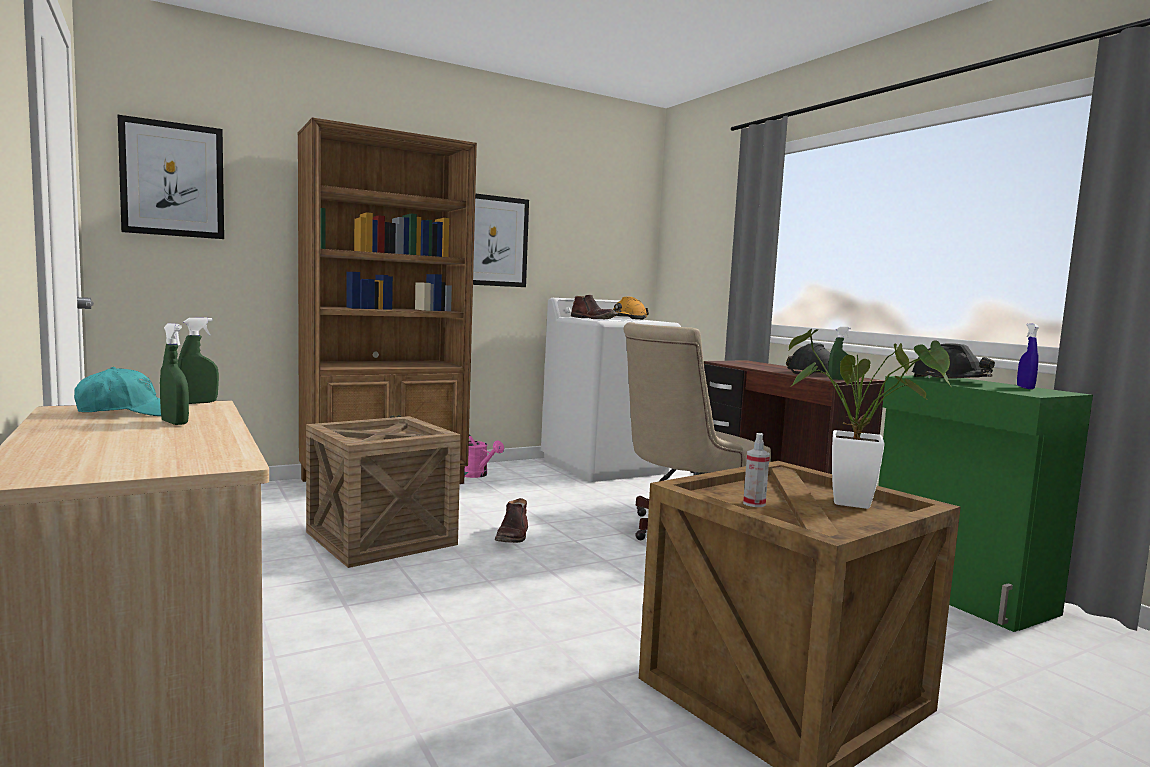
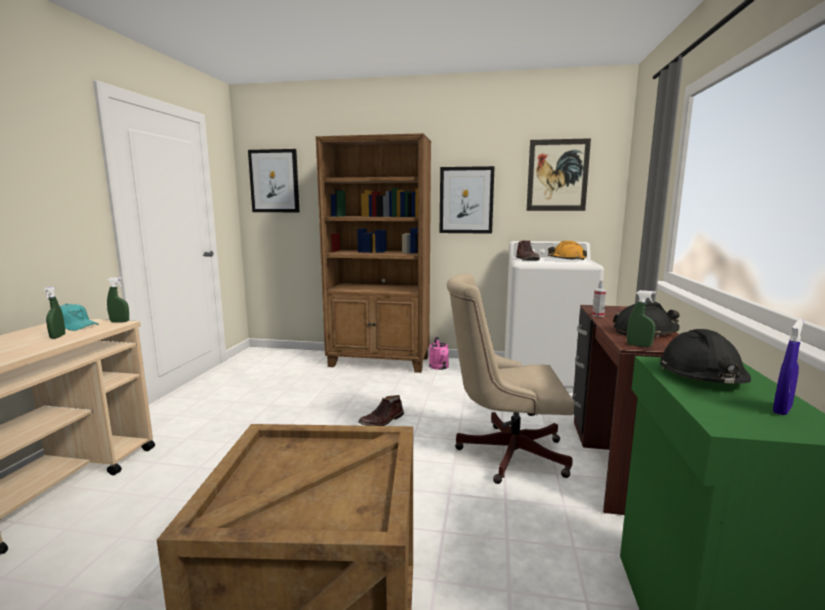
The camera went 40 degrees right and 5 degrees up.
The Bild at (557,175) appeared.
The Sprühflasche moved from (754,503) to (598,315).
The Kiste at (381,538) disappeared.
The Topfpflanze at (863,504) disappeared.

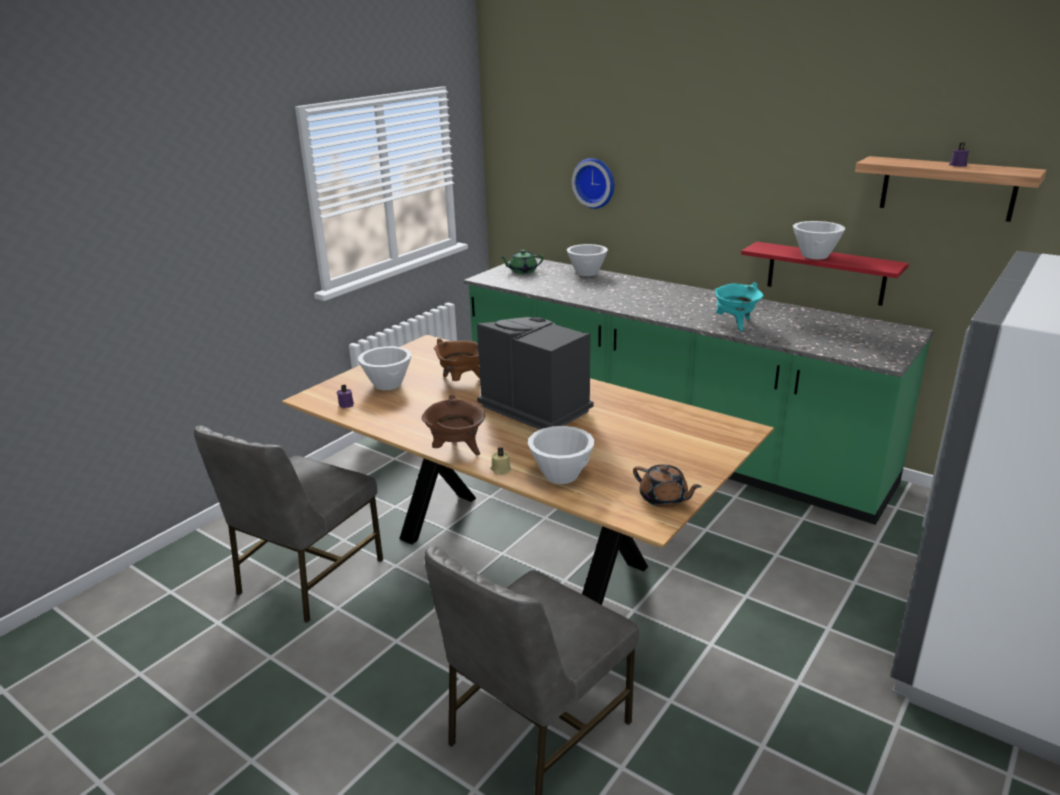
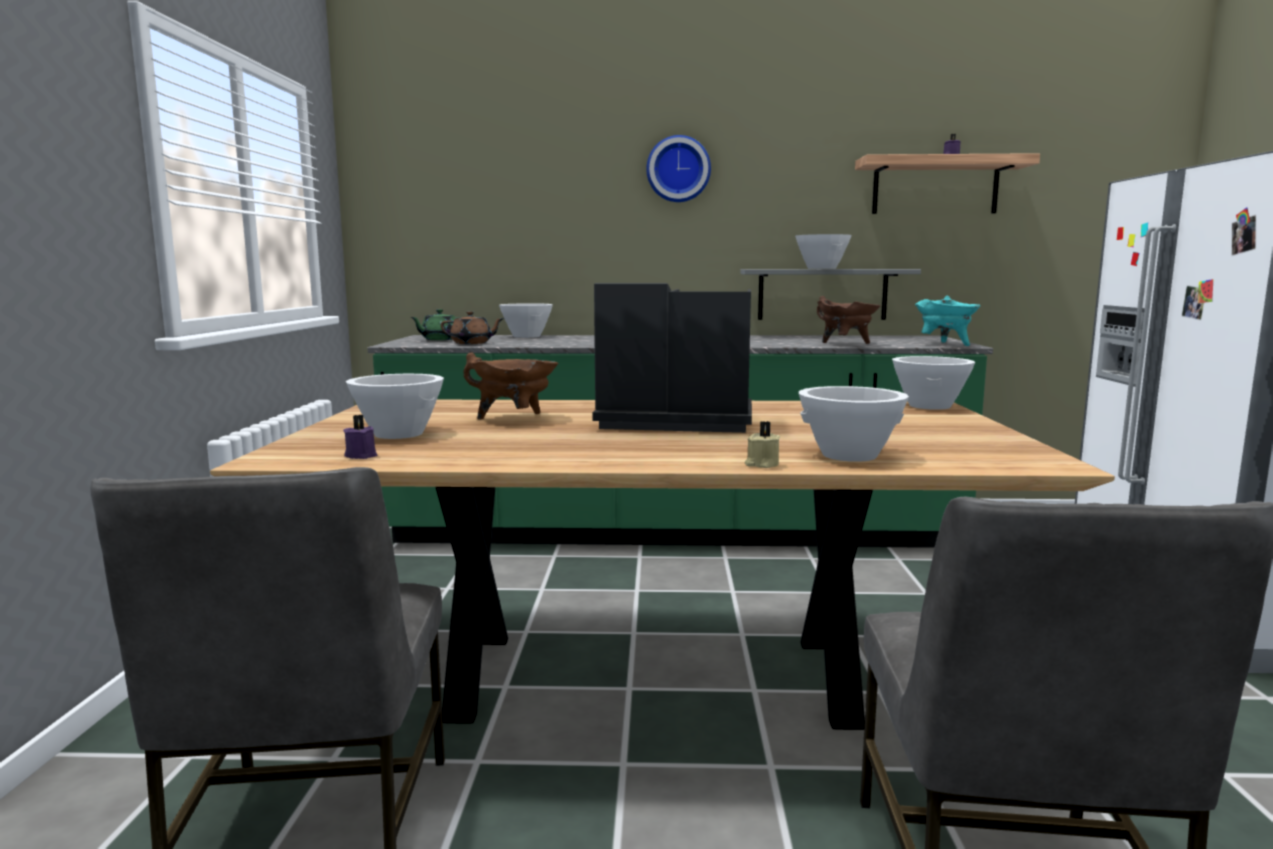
The camera went 35 degrees left and 15 degrees down.
The Teekanne (braun) moved from (664,499) to (472,343).
The Wanduhr moved from (595,182) to (678,169).
The Wandregal (rot) at (825,273) became the Wandregal (grau) at (822,294).
The Kochtopf (braun) moved from (457,450) to (845,344).
The Schüssel (weiß) at (930,406) appeared.
The Kochtopf (türkis) moved from (735,324) to (945,344).

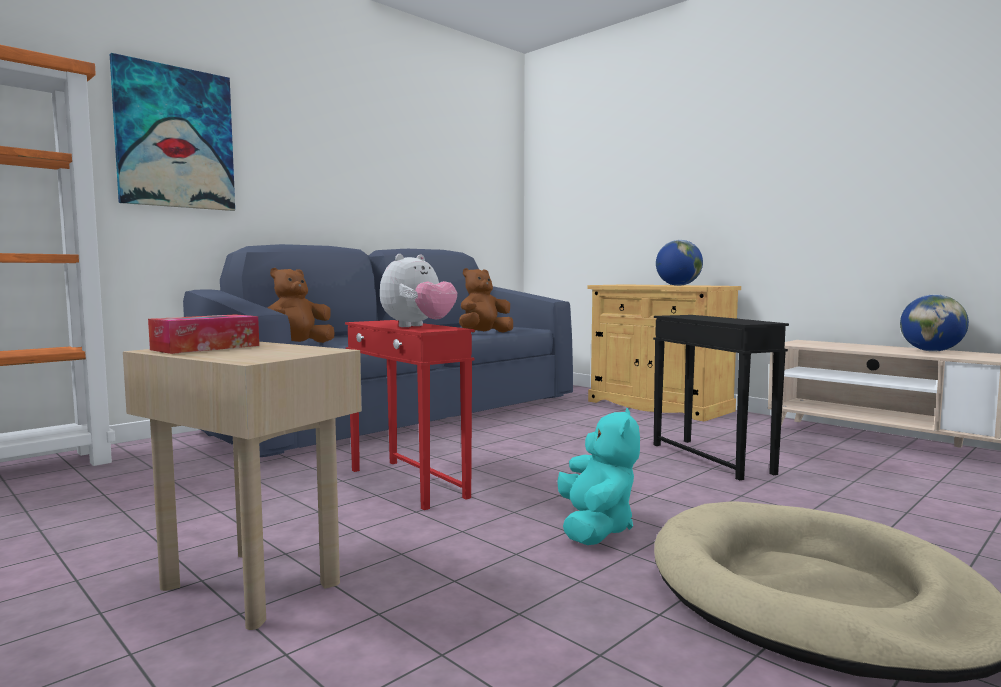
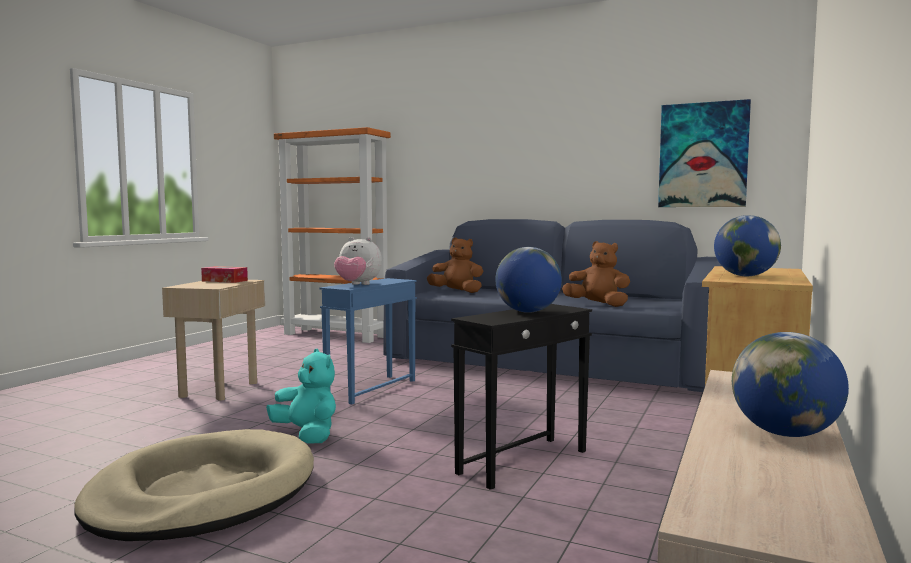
The camera went 70 degrees right and 0 degrees up.
The Plüschtier (türkis) at (595,528) turned 120 degrees counterclockwise.
The Beistelltisch (rot) at (407,483) became the Beistelltisch (blau) at (371,389).
The Globus at (528,312) appeared.
The Bild moved from (175,138) to (703,155).

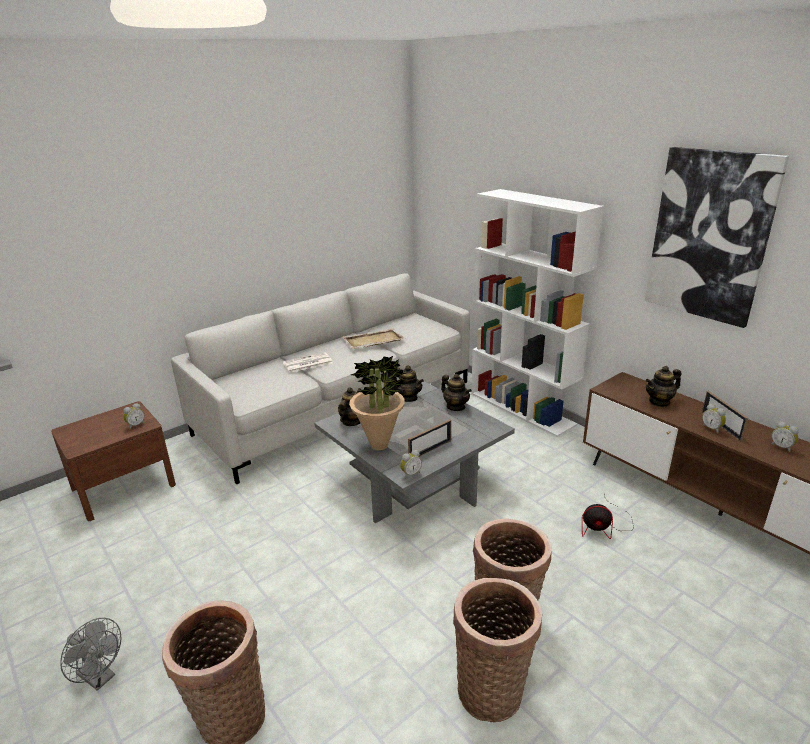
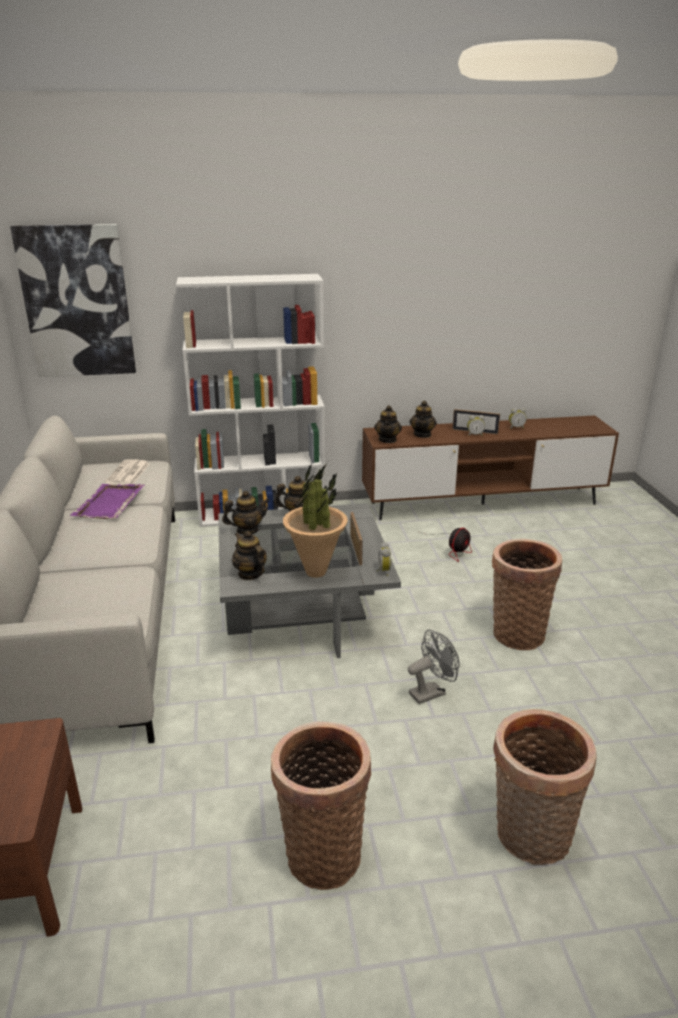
The camera went 60 degrees left and 0 degrees up.
The Bild moved from (710,236) to (77,302).
The Tablett (beige) at (372,340) became the Tablett (lila) at (108,504).
The Zeitung moved from (307,363) to (128,473).
The Korb moved from (492,688) to (322,852).
The Teekanne at (388,440) appeared.
The Ventilator (grau) moved from (100,677) to (431,692).
The Wecker at (136,425) disappeared.

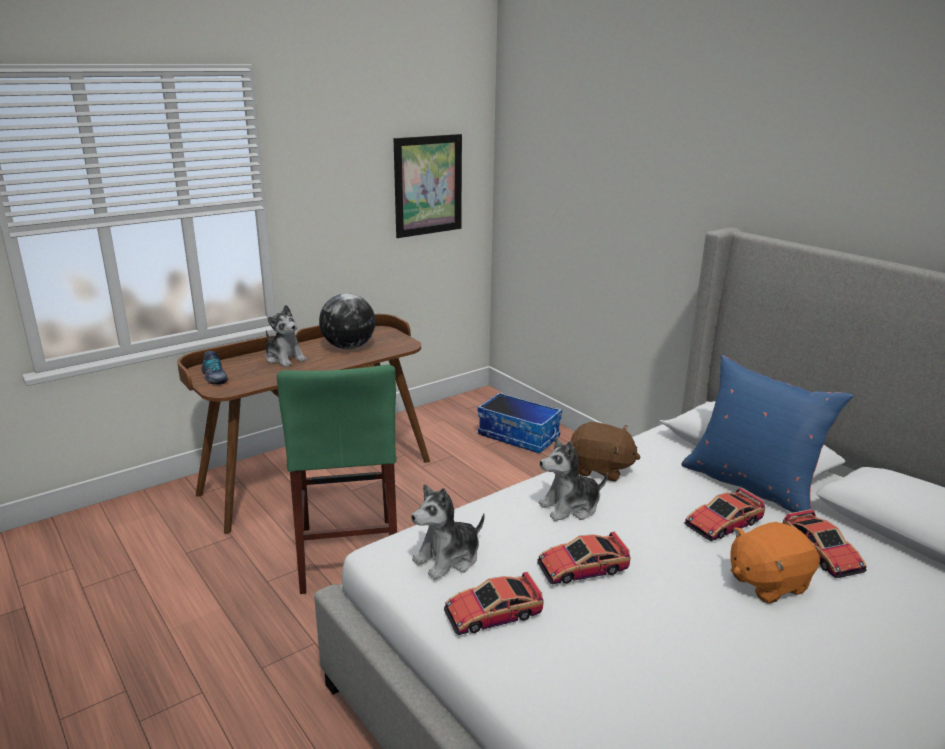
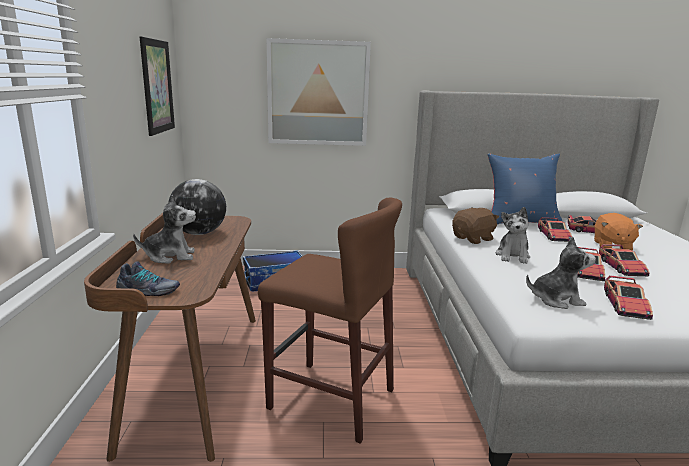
The camera went 55 degrees left and 5 degrees down.
The Hocker (grün) at (348,554) became the Hocker (braun) at (331,399).
The Bild at (318,93) appeared.
The Plüschtier at (448,559) turned 90 degrees counterclockwise.
The Spielzeugauto at (622,267) appeared.

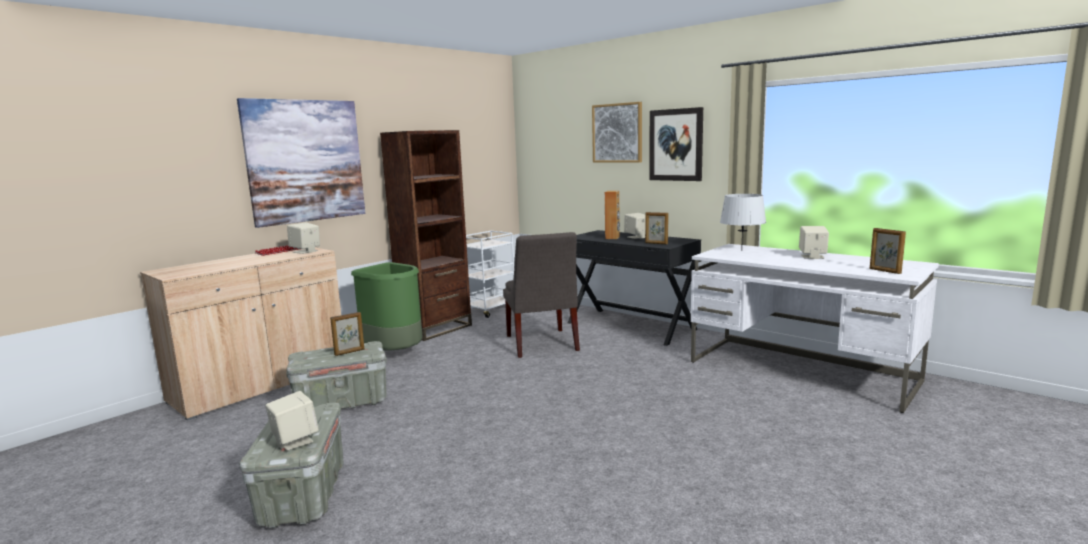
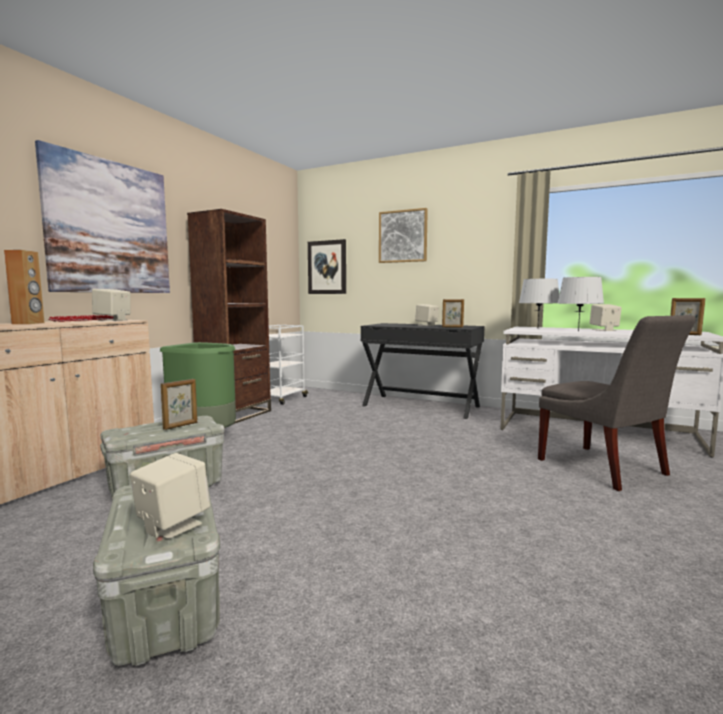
The camera went 15 degrees left and 5 degrees down.
The Lautsprecher (braun) moved from (612,238) to (28,323).
The Bild moved from (676,145) to (327,267).
The Stuhl (grau) moved from (541,344) to (605,469).
The Tischlampe (grau) at (578,331) appeared.

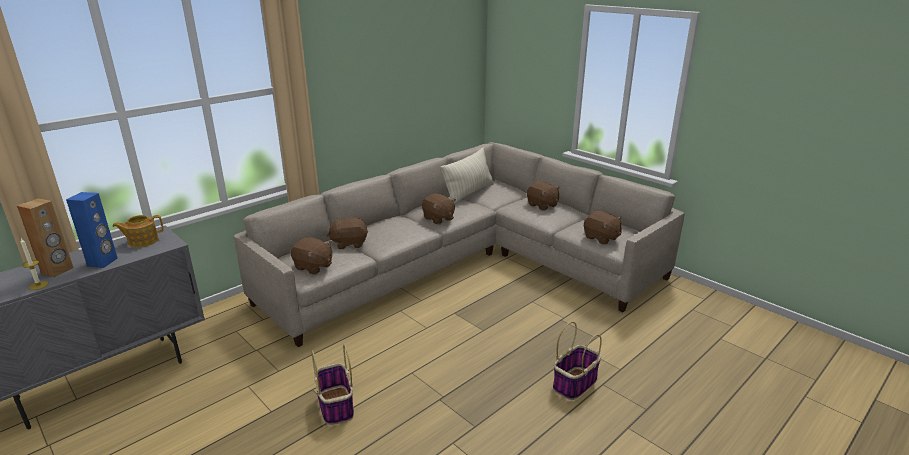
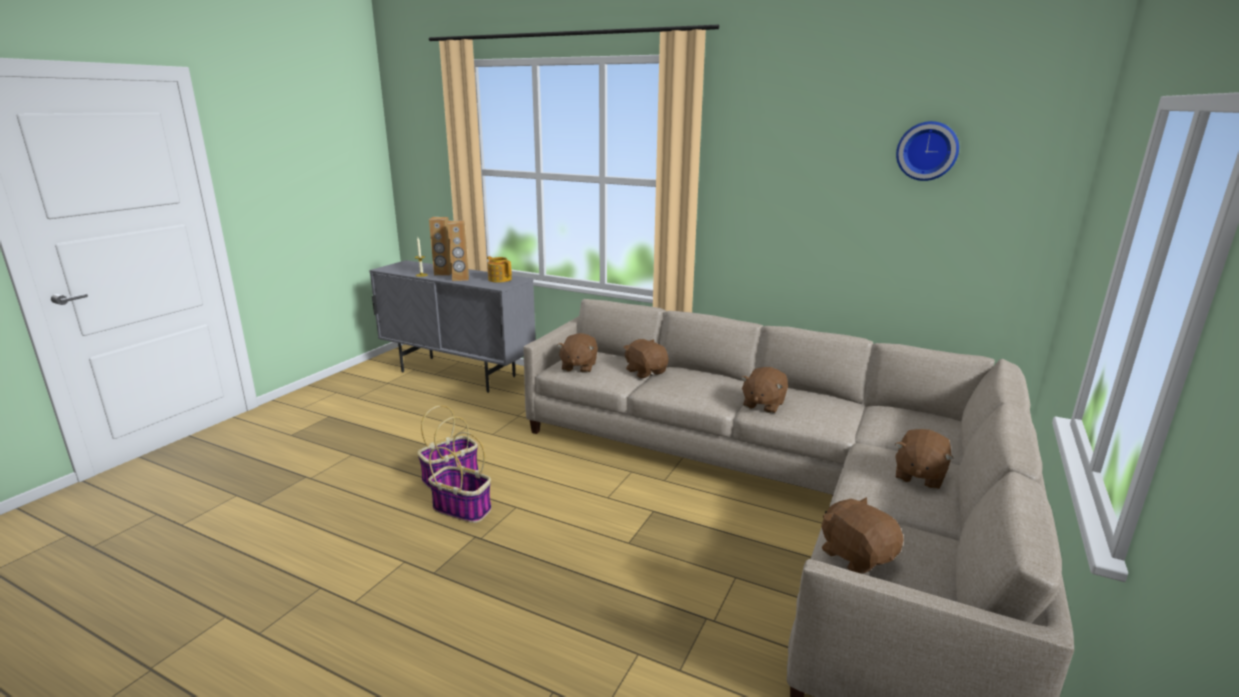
The camera went 70 degrees right and 5 degrees down.
The Korb moved from (575,383) to (463,509).
The Lautsprecher (blau) at (103,262) became the Lautsprecher (braun) at (460,279).
The Plüschtier (braun) at (601,238) turned 120 degrees clockwise.
The Wanduhr at (927,151) appeared.
The Kissen (beige) at (468,194) disappeared.

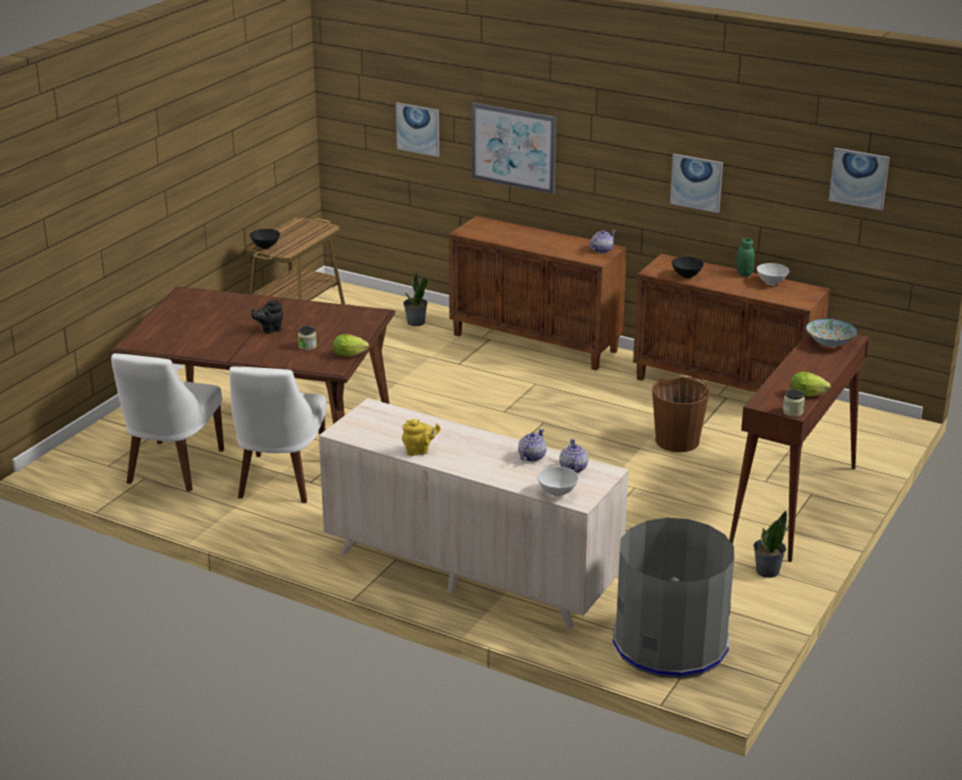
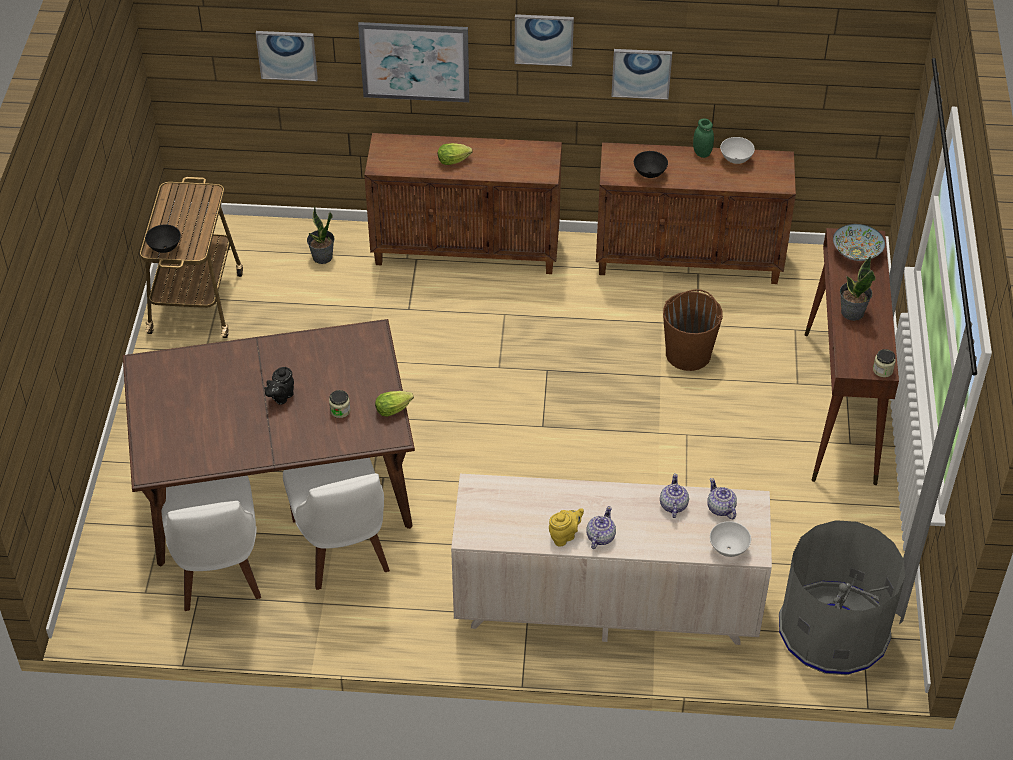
The camera went 25 degrees left and 20 degrees up.
The Salatkopf moved from (809,395) to (455,161).
The Bild moved from (859,178) to (543,39).
The Teekanne moved from (601,250) to (600,537).
The Topfpflanze moved from (767,571) to (852,312).

